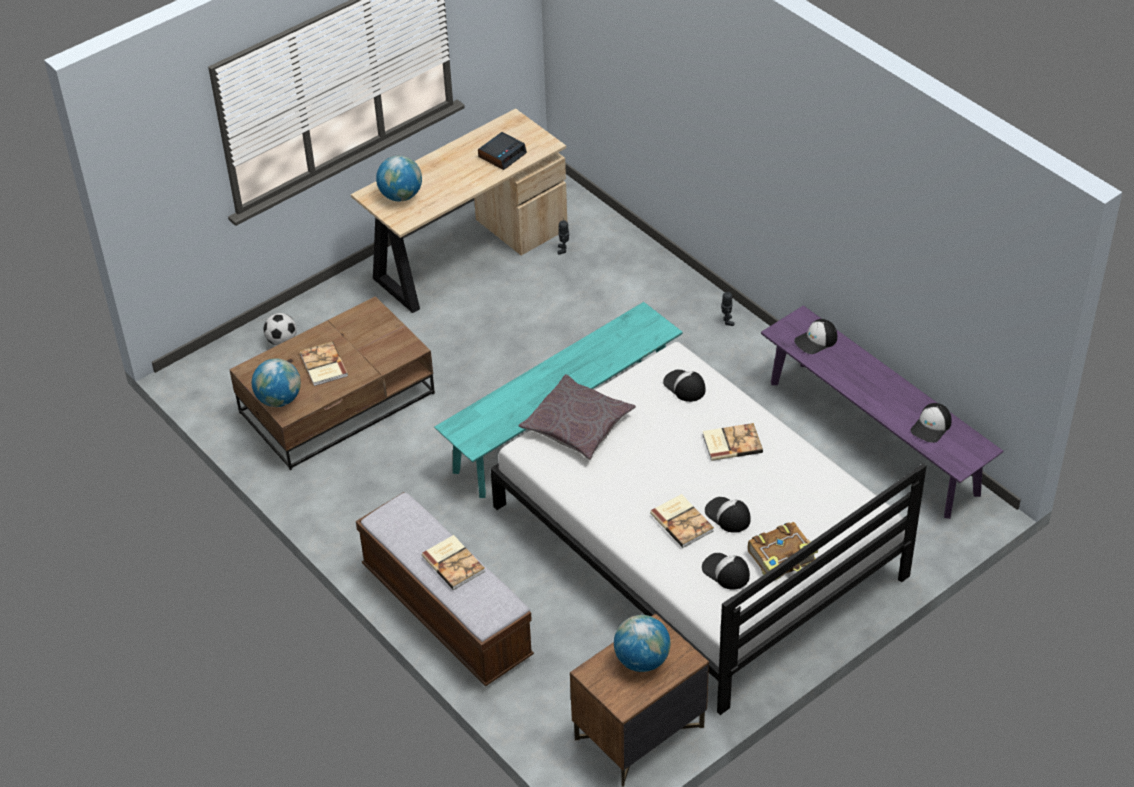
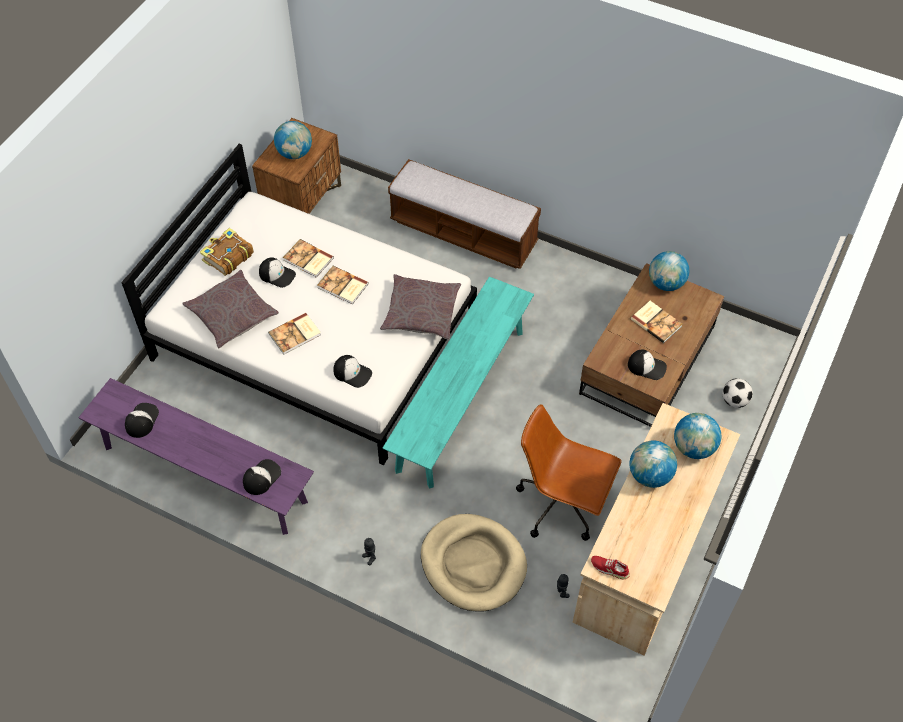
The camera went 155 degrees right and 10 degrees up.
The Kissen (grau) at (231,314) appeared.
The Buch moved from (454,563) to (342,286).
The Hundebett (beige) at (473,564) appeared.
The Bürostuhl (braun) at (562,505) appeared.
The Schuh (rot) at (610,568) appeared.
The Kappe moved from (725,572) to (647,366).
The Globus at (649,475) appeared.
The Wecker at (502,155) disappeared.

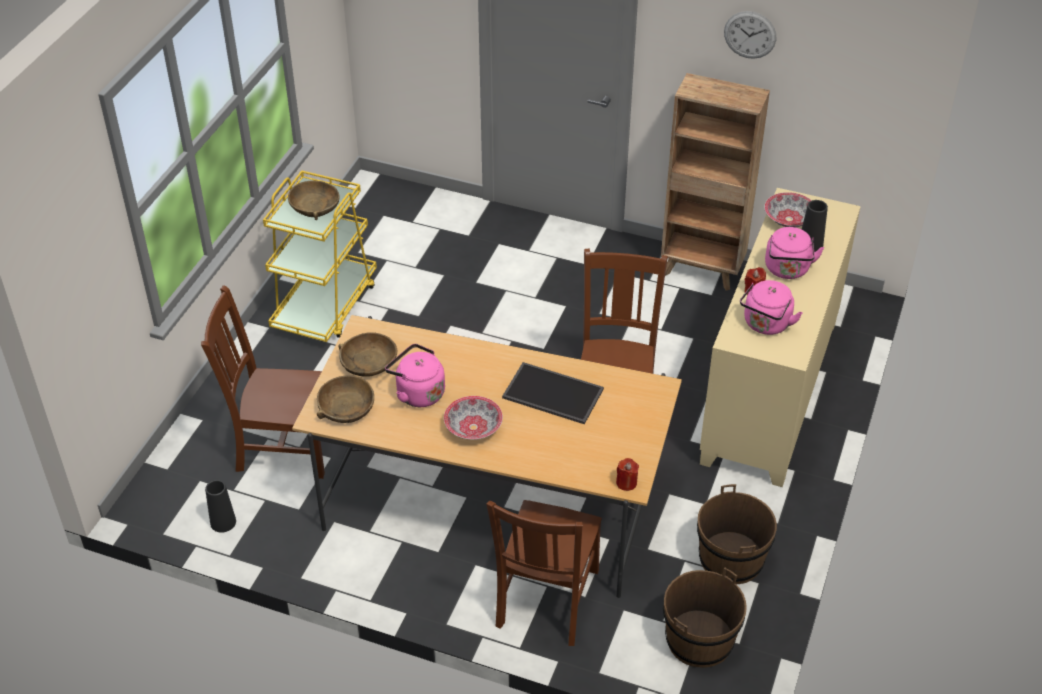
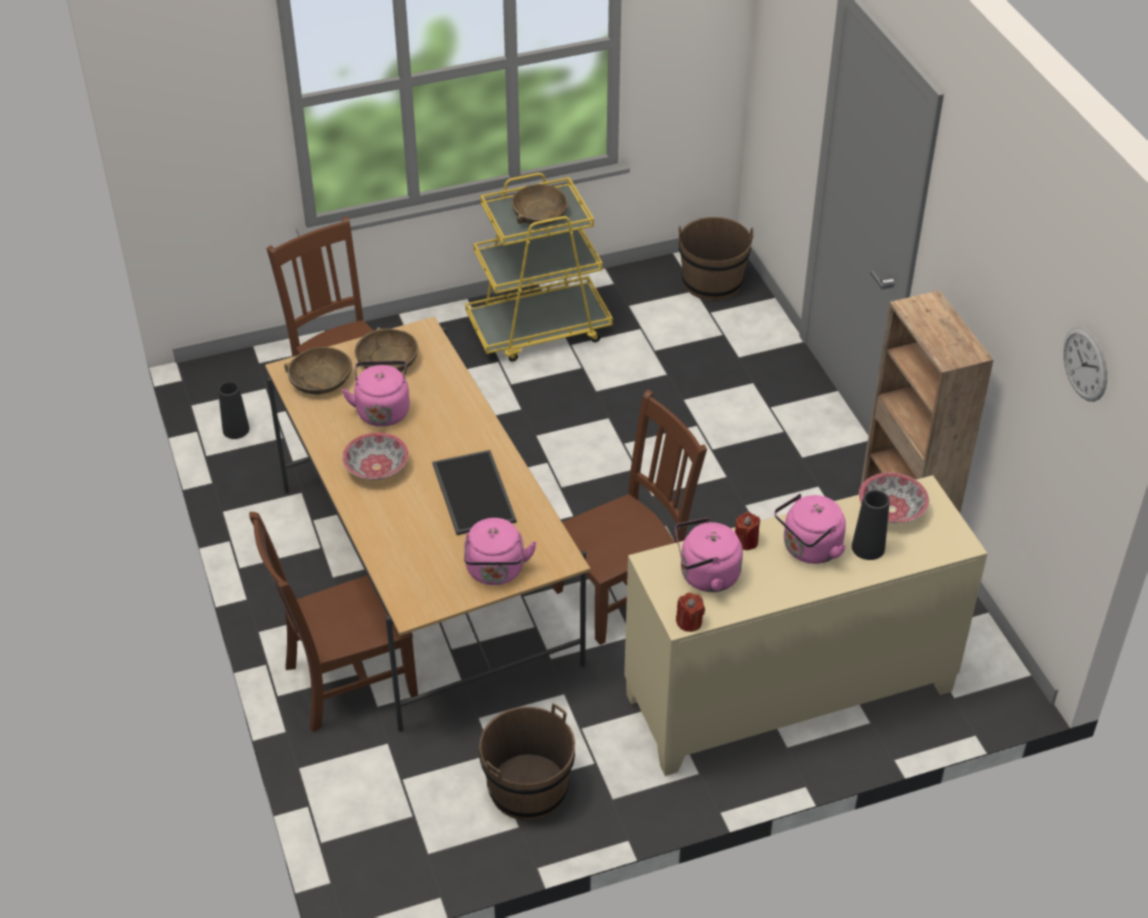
The camera went 50 degrees right and 0 degrees up.
The Wasserkessel (rosa) at (495,572) appeared.
The Kerze (rot) moved from (626,482) to (689,622).
The Eimer (braun) moved from (699,639) to (712,282).
The Wanduhr moved from (750,34) to (1085,364).

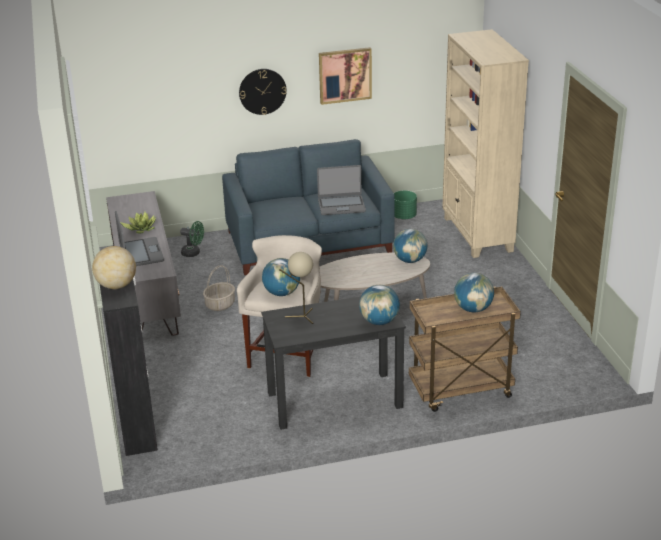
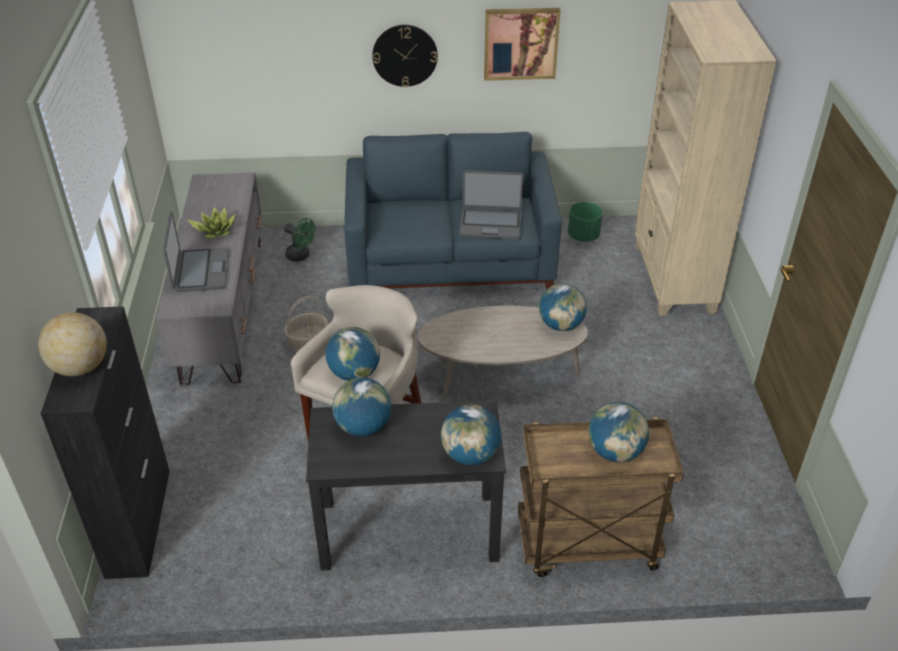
The camera went 10 degrees right and 10 degrees up.
The Tischlampe (beige) at (301,316) was replaced by the Globus at (363,427).

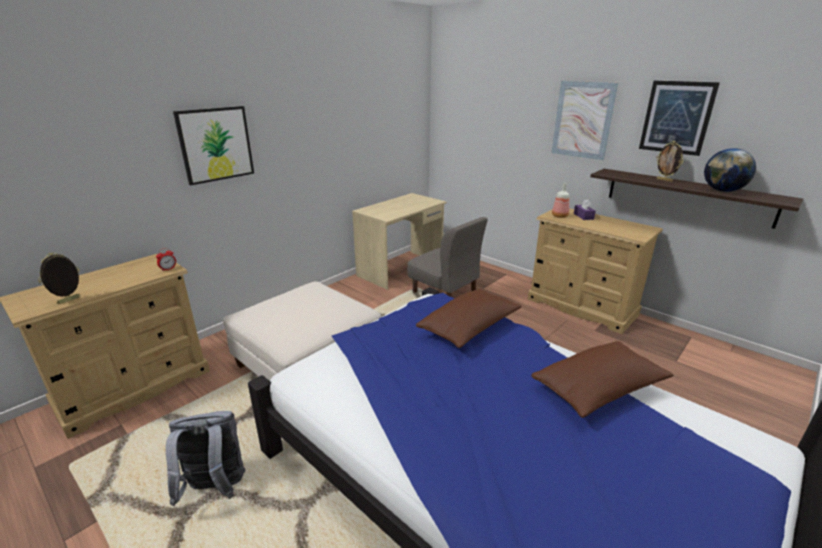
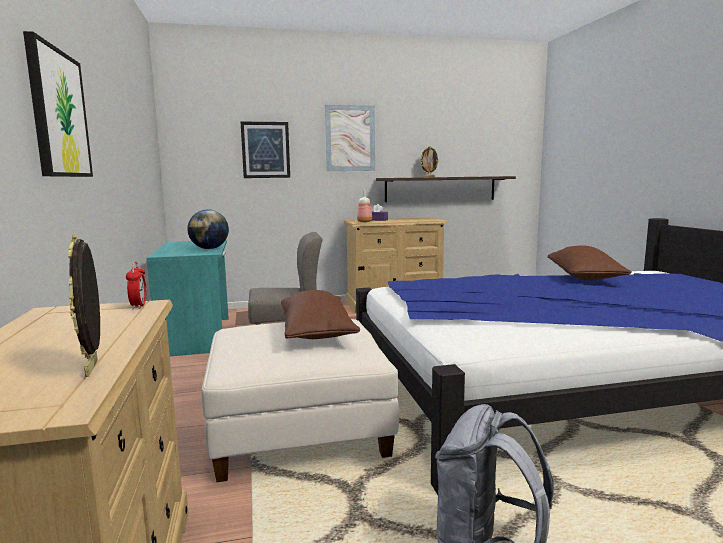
The camera went 55 degrees left and 15 degrees down.
The Schreibtisch (beige) at (401,269) became the Schreibtisch (türkis) at (198,335).
The Globus moved from (723,191) to (209,248).
The Bild moved from (677,117) to (265,150).
The Kissen (braun) moved from (469,328) to (316,332).

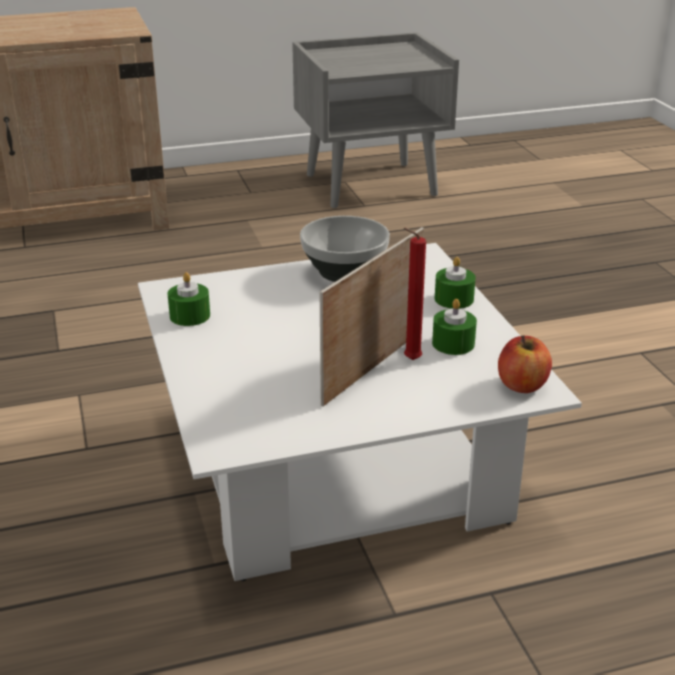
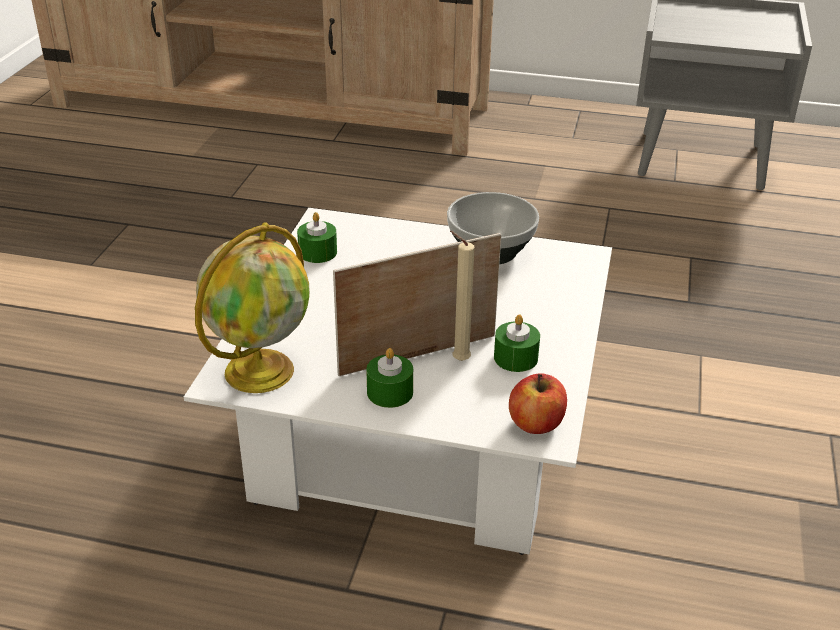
The camera went 30 degrees right and 5 degrees up.
The Globus at (260,369) appeared.
The Kerze (grün) moved from (454,299) to (390,392).
The Kerze (rot) at (409,360) became the Kerze (beige) at (458,360).

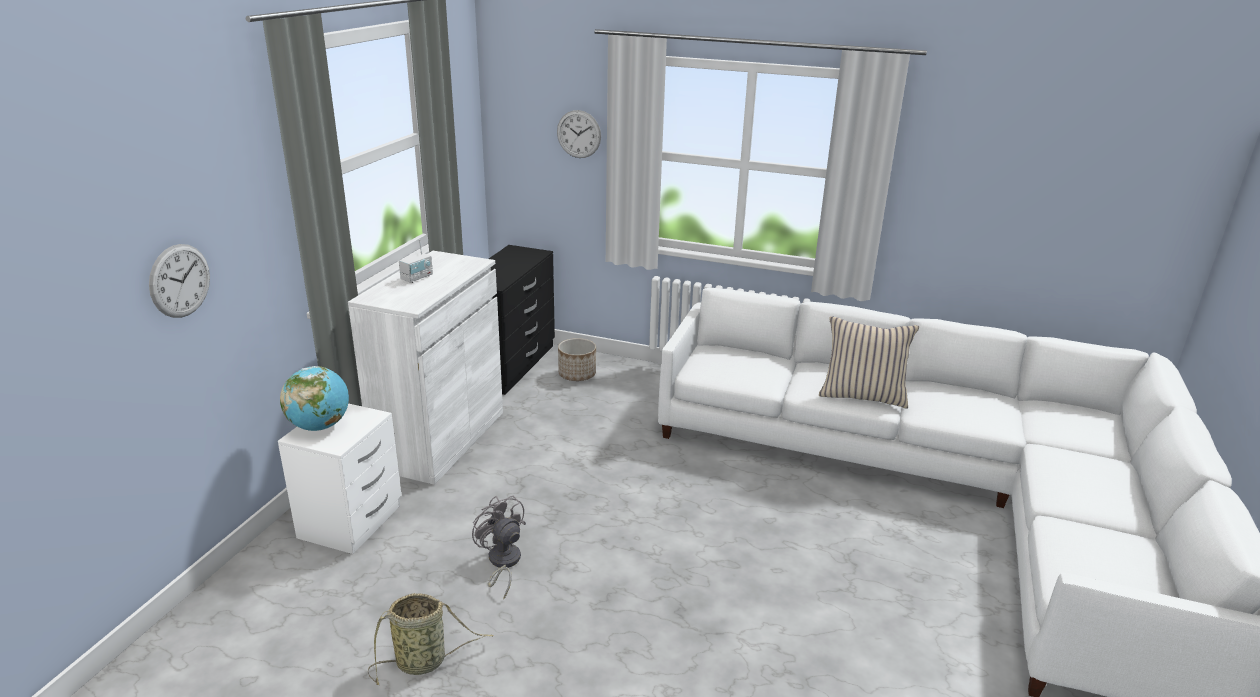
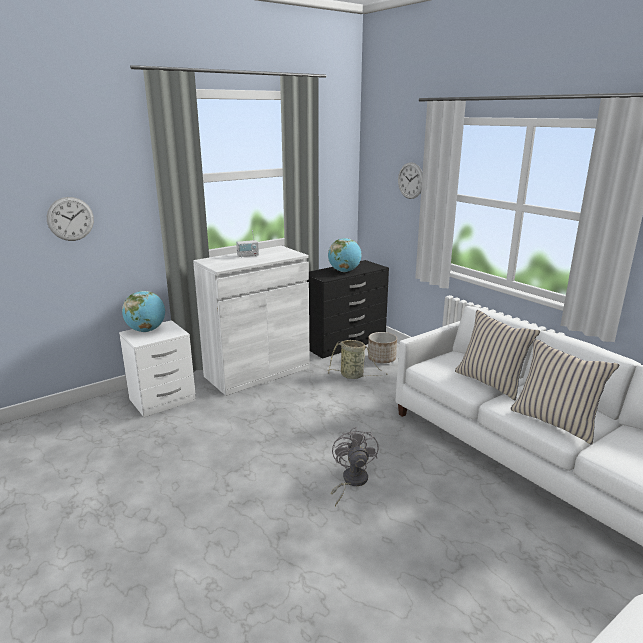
The camera went 35 degrees right and 5 degrees down.
The Korb moved from (425,661) to (353,376).
The Globus at (344,271) appeared.
The Ventilator (grau) moved from (502,563) to (351,481).
The Kissen (beige) at (491,382) appeared.

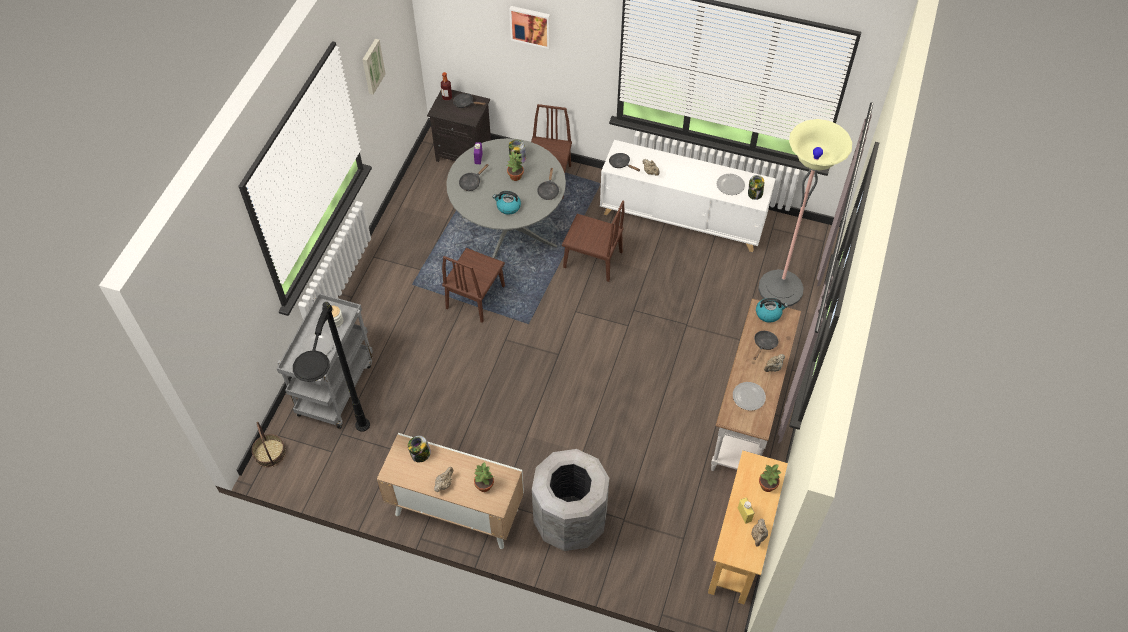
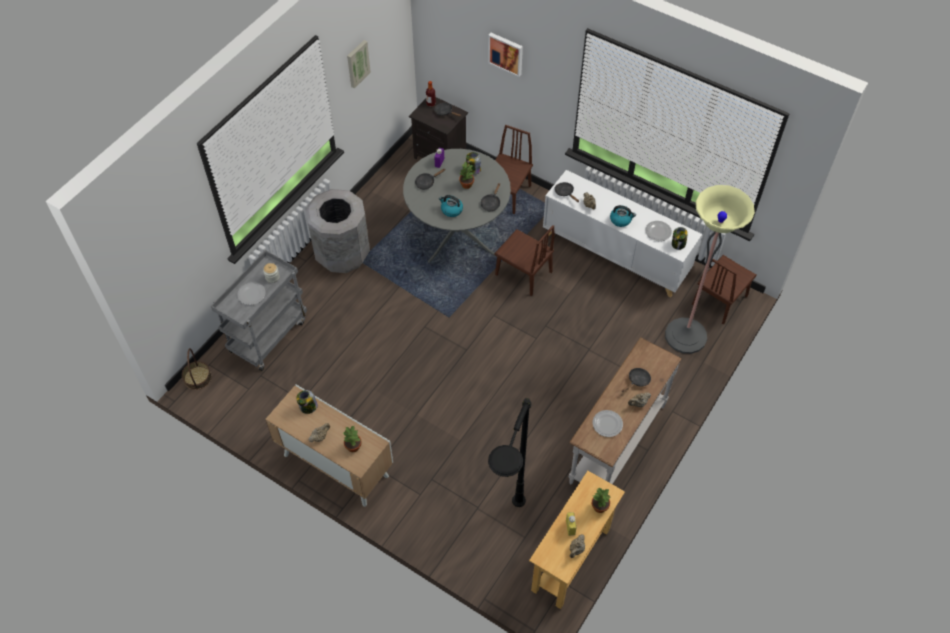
The camera went 15 degrees right and 0 degrees up.
The Mülleimer (grau) moved from (569,521) to (342,254).
The Stehlampe (schwarz) moved from (355,466) to (505,540).
The Wasserkessel moved from (768,313) to (621,220).
The Stuhl (braun) moved from (475,297) to (719,300).

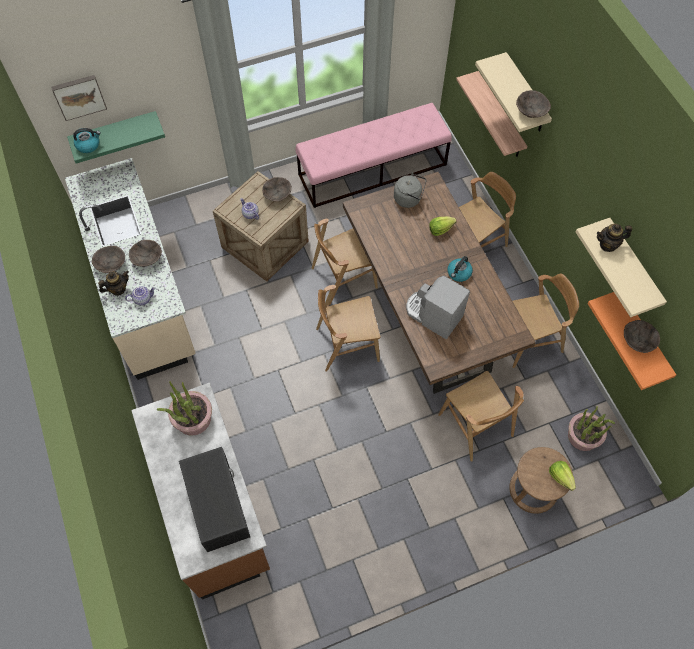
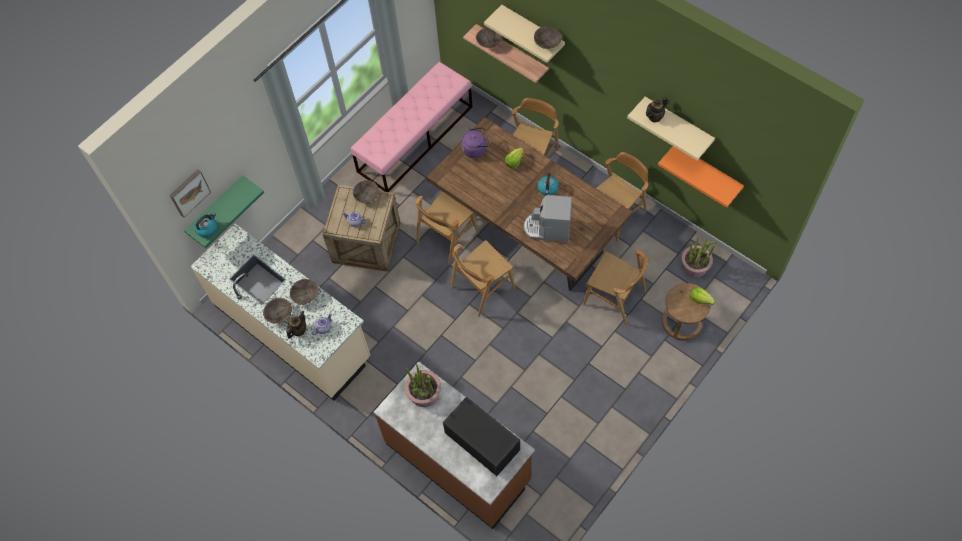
The camera went 25 degrees left and 0 degrees up.
The Wasserkessel (grau) at (409,199) became the Wasserkessel (lila) at (476,149).
The Schüssel (braun) moved from (638,342) to (489,43).

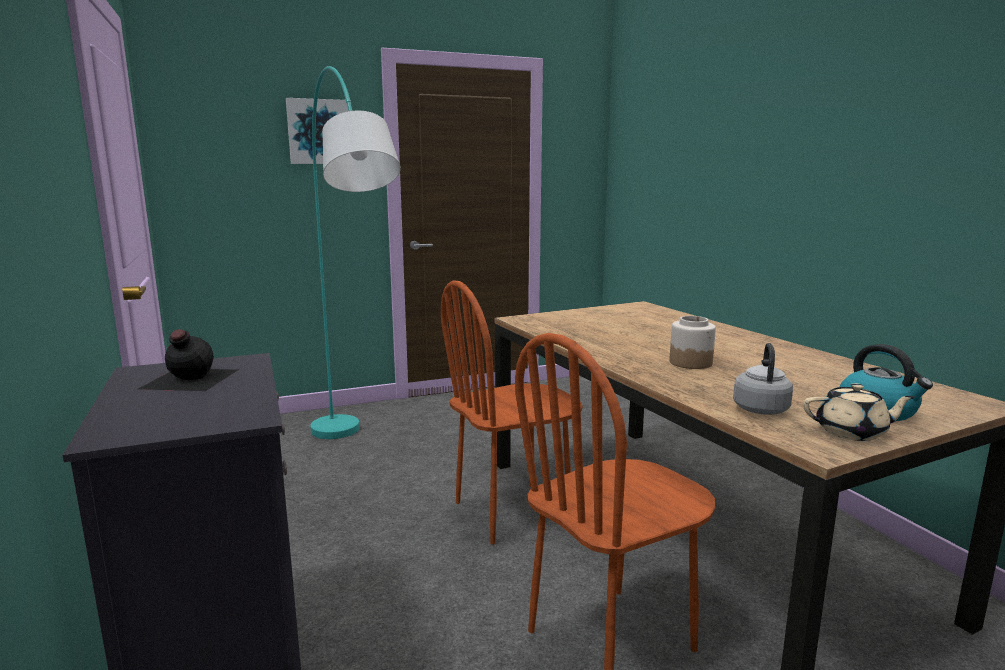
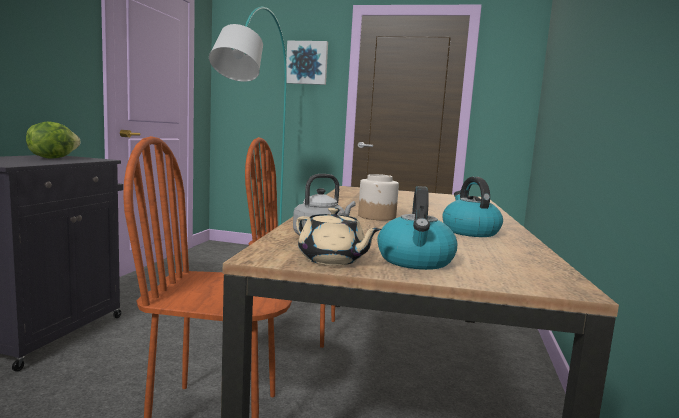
The camera went 35 degrees right and 5 degrees down.
The Flasche (schwarz) at (188,379) was replaced by the Salatkopf at (52,158).
The Wasserkessel at (469,231) appeared.

